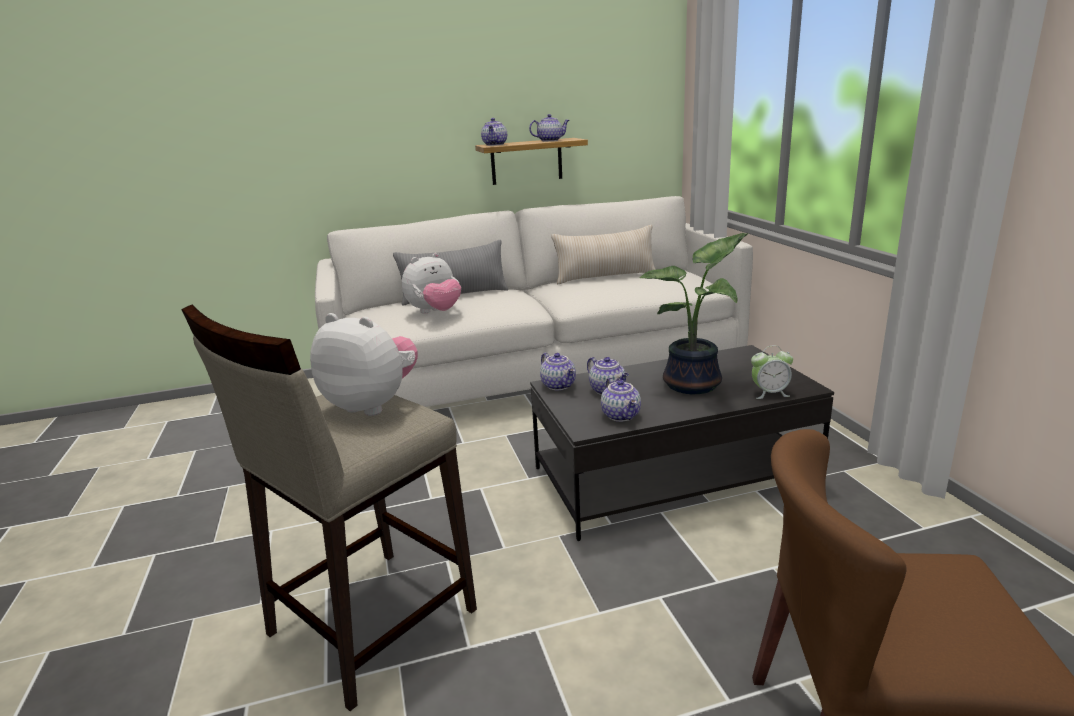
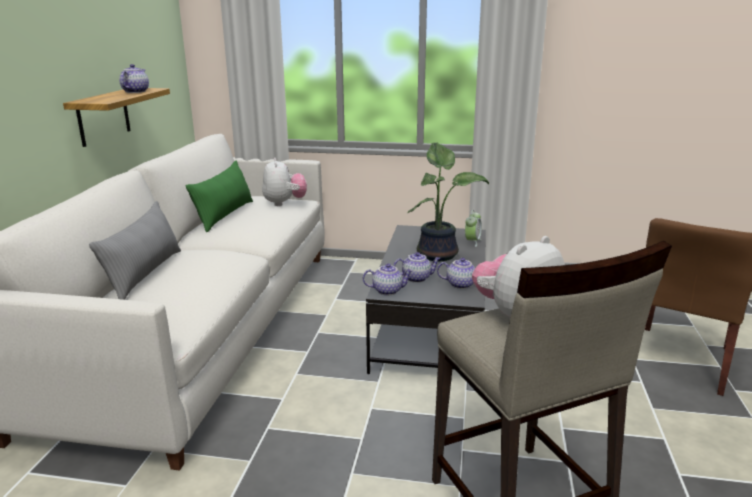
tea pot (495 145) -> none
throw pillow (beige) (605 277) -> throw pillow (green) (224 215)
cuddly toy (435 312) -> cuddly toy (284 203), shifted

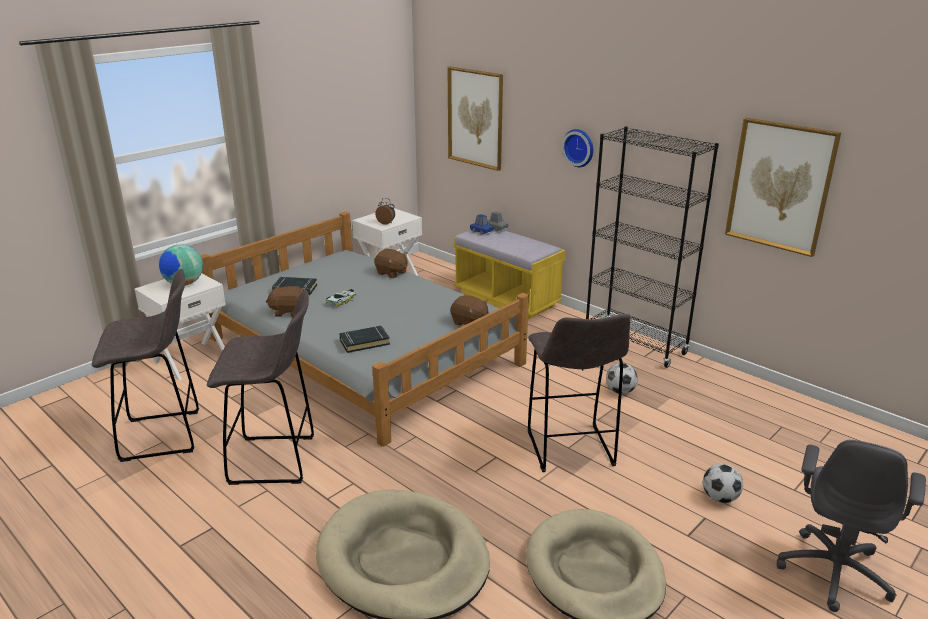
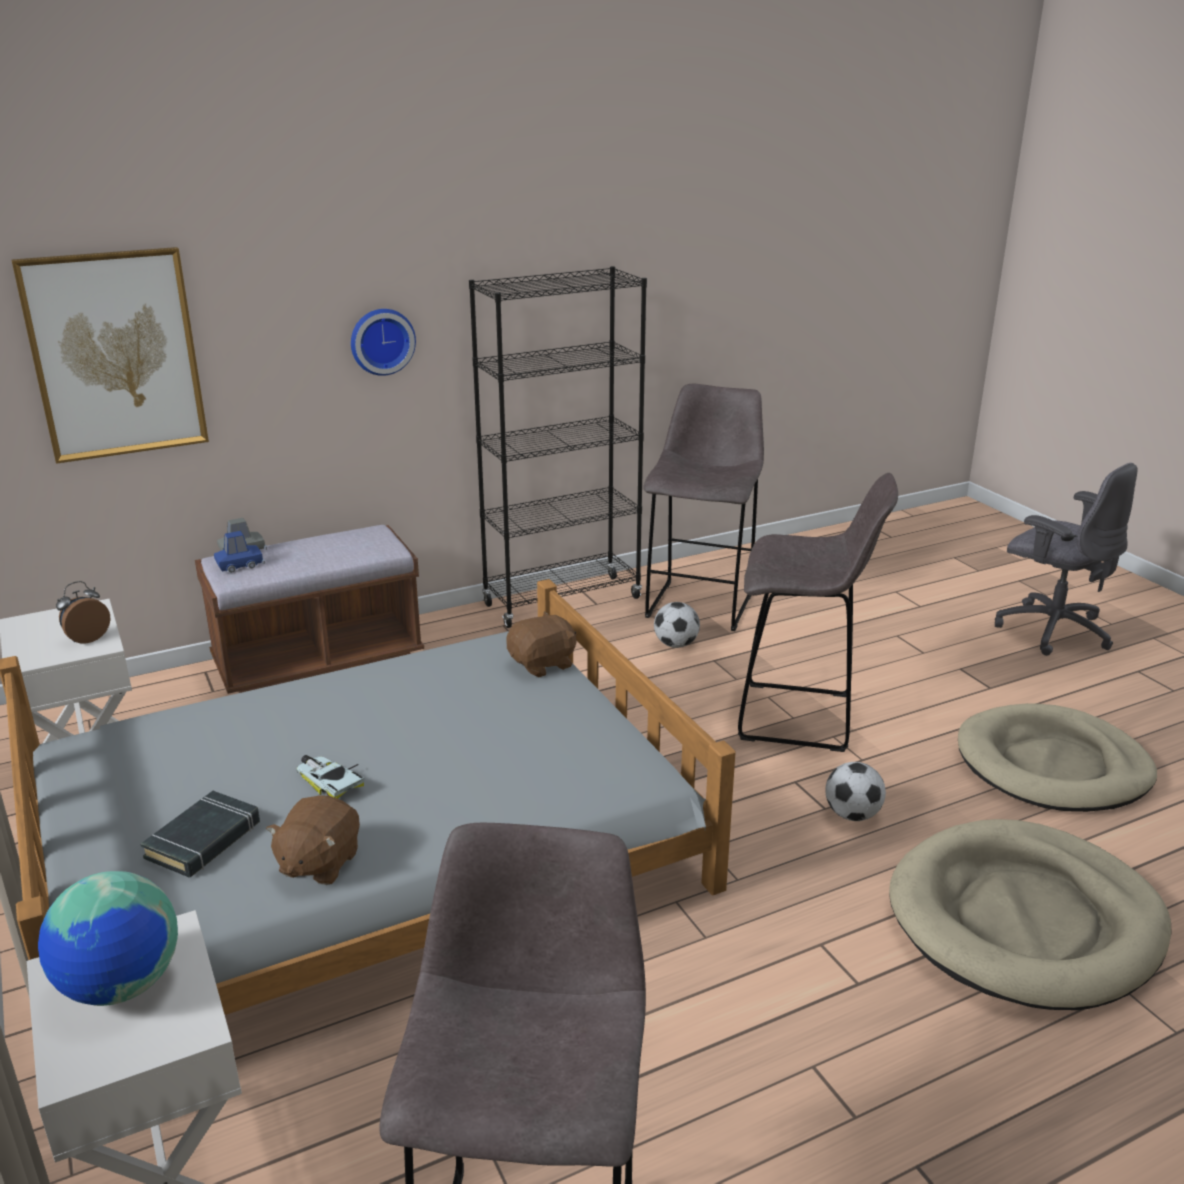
picture (780 186) -> none
bench (yellow) (506 299) -> bench (brown) (318 661)
cuddly toy (brown) (391 273) -> none
stool seat (greyish) (276 460) -> stool seat (greyish) (701 604), shifted
volume (blackish) (364 342) -> none
ball for football (720 498) -> ball for football (852 815), shifted

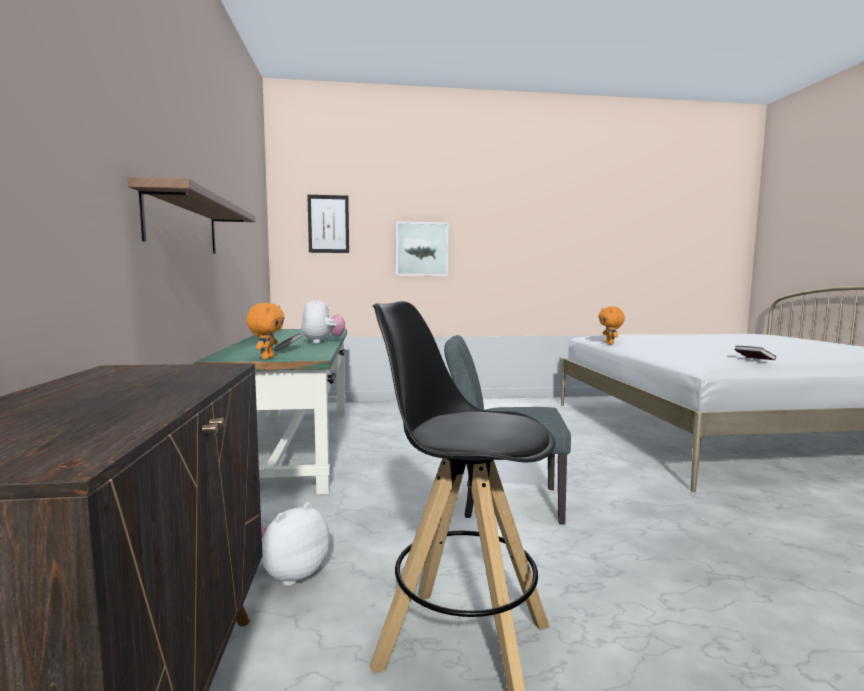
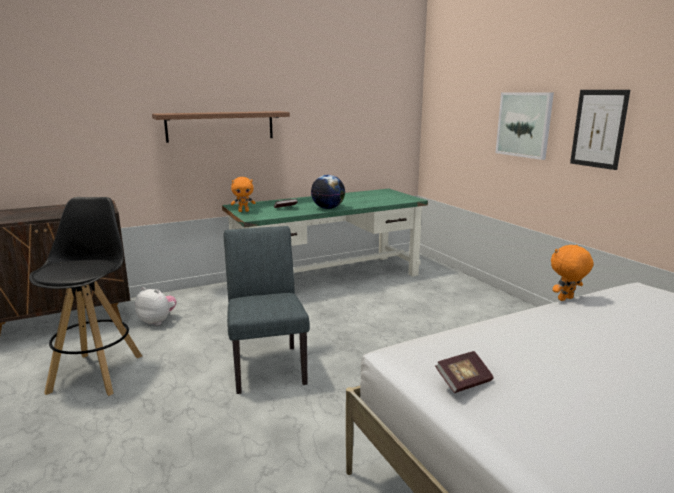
picture (328 224) -> picture (598 129), shifted
cuddly toy (323 342) -> desk globe (328 208)

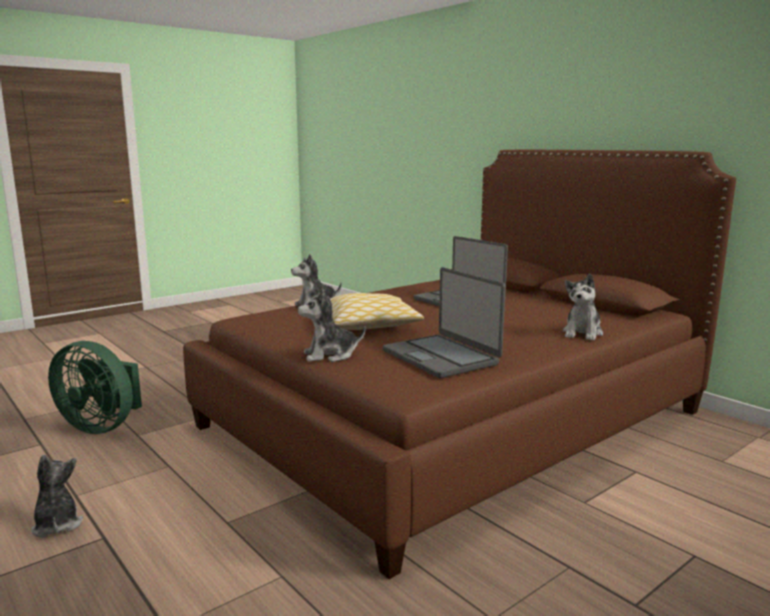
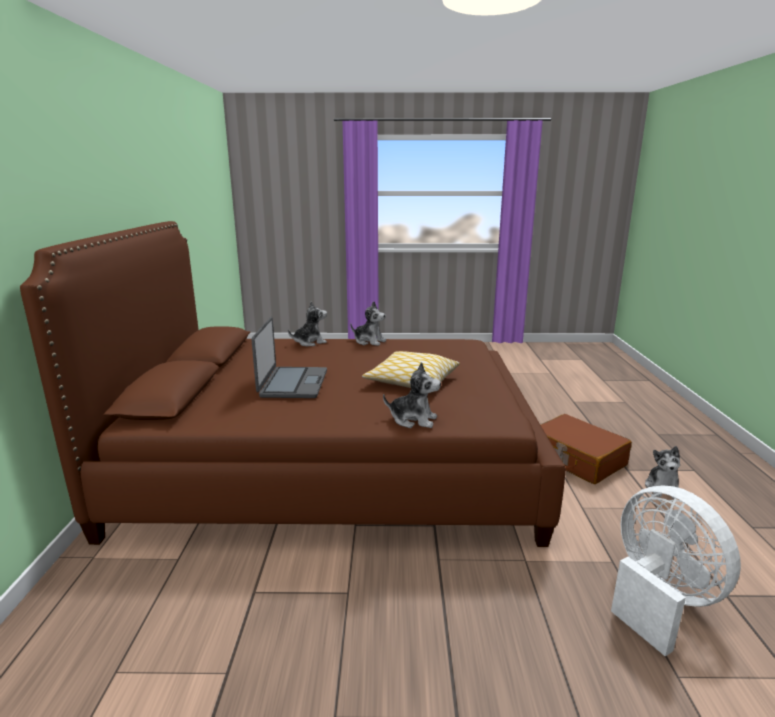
laptop (441 357) -> none
cuddly toy (330 355) -> cuddly toy (369 341), shifted
cooling fan (green) (102 426) -> cooling fan (whitish) (659 599)
none -> travel case (brown) (576 459)

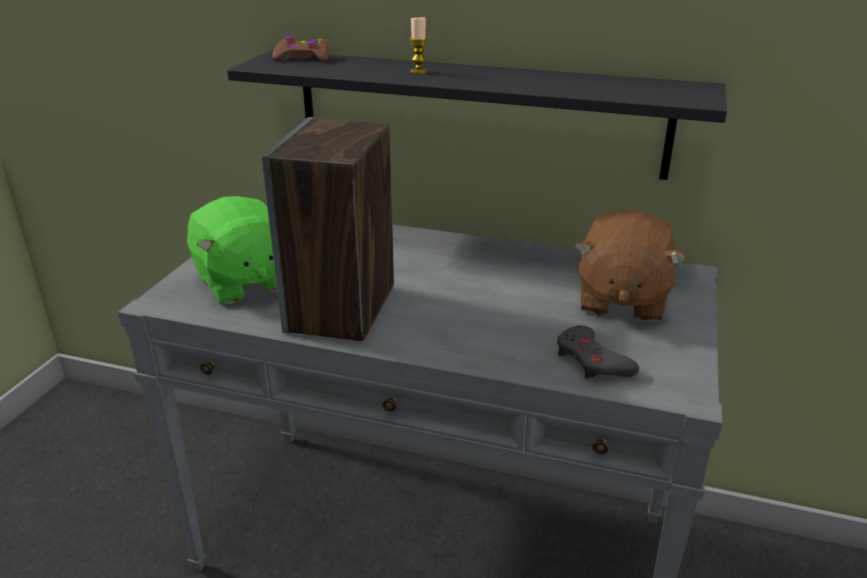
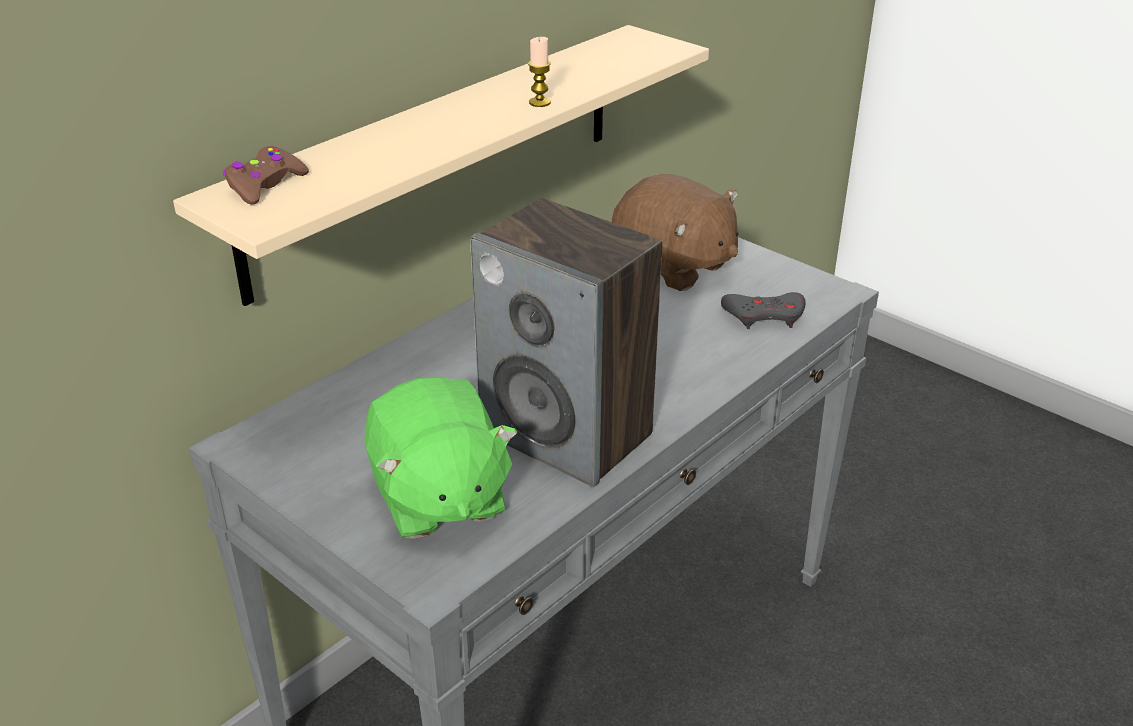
wax light (418 71) -> wax light (539 102), shifted
wall shelf (blackish) (478 113) -> wall shelf (beige) (439 156)
cuddly toy (green) (243 282) -> cuddly toy (green) (438 498), 75 degrees clockwise

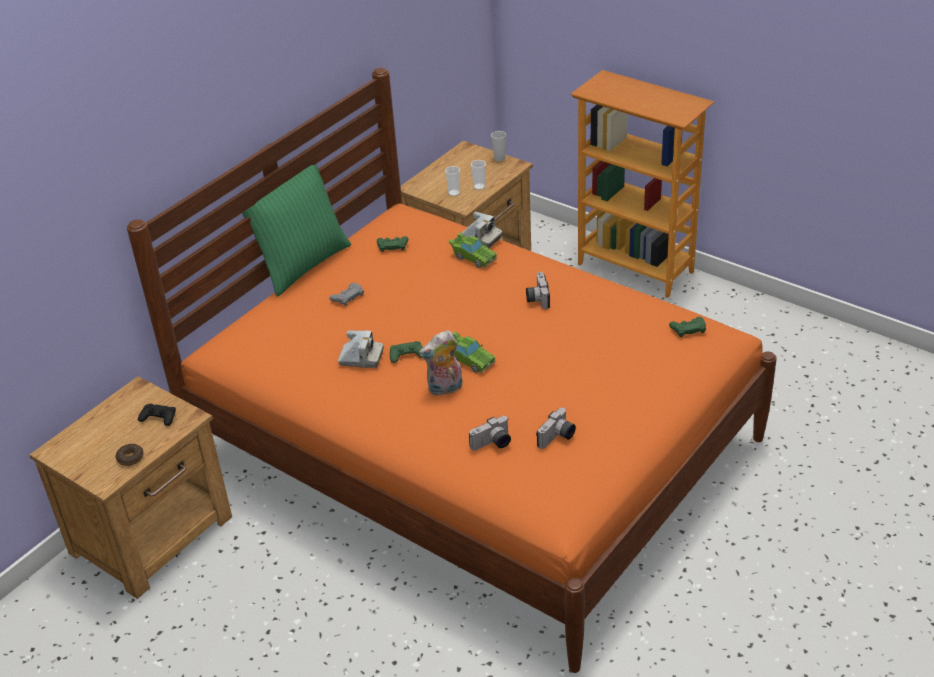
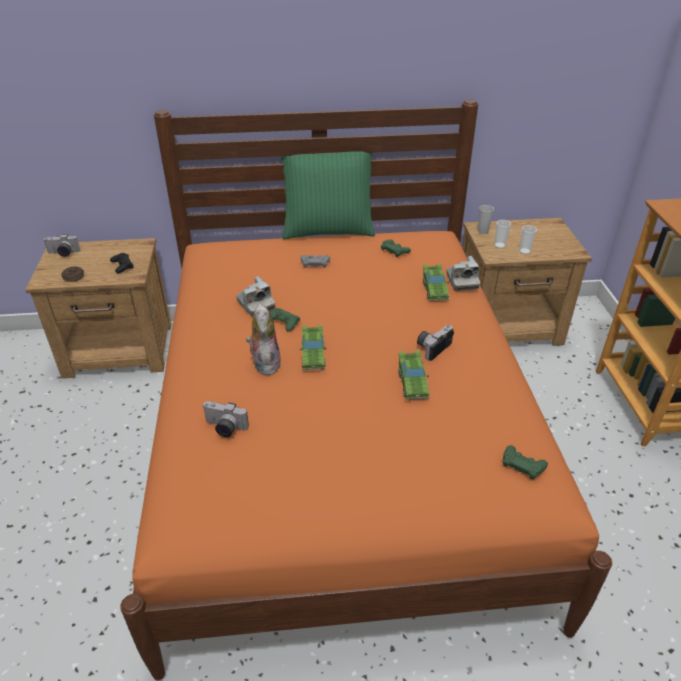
small cup (499 158) -> small cup (483 231), shifted
cuddly toy (445 389) -> cuddly toy (264 363), 60 degrees clockwise
still camera (557 438) -> still camera (63 253), shifted
none -> model car (green) (412 383)

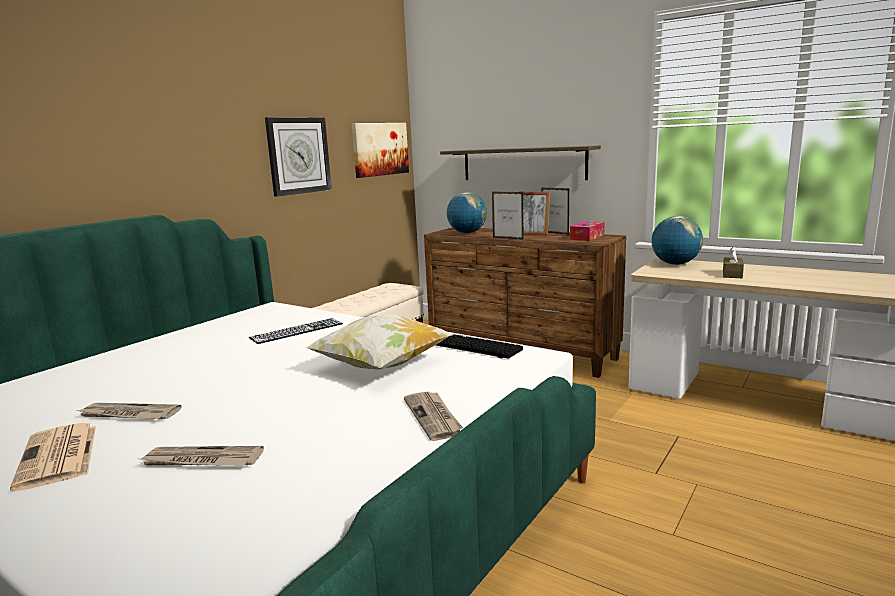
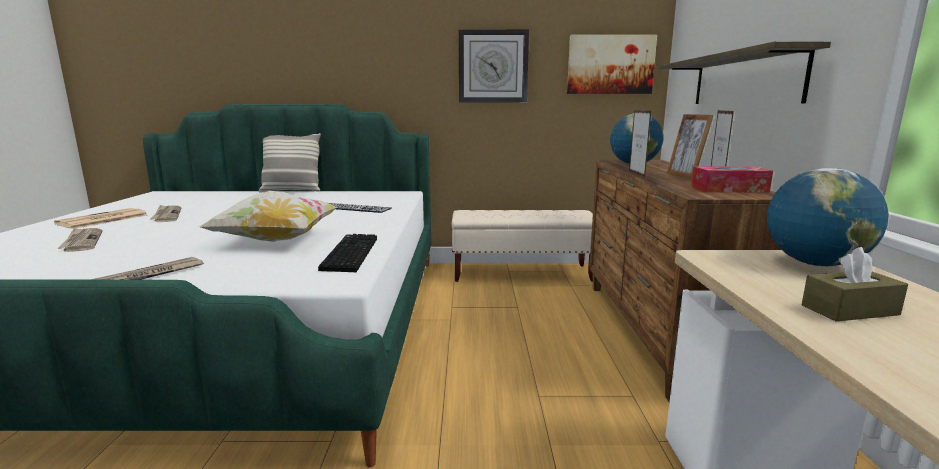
none -> throw pillow (292 191)

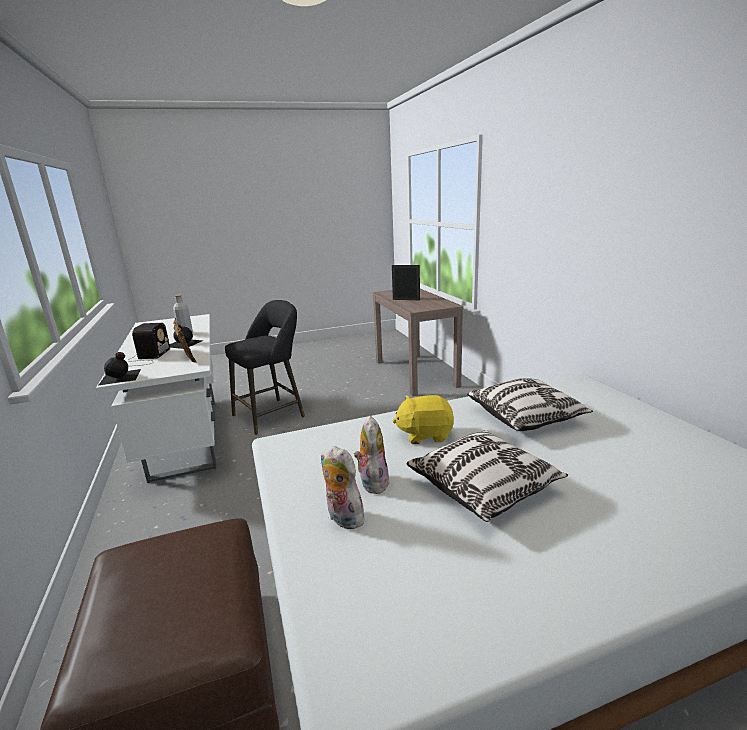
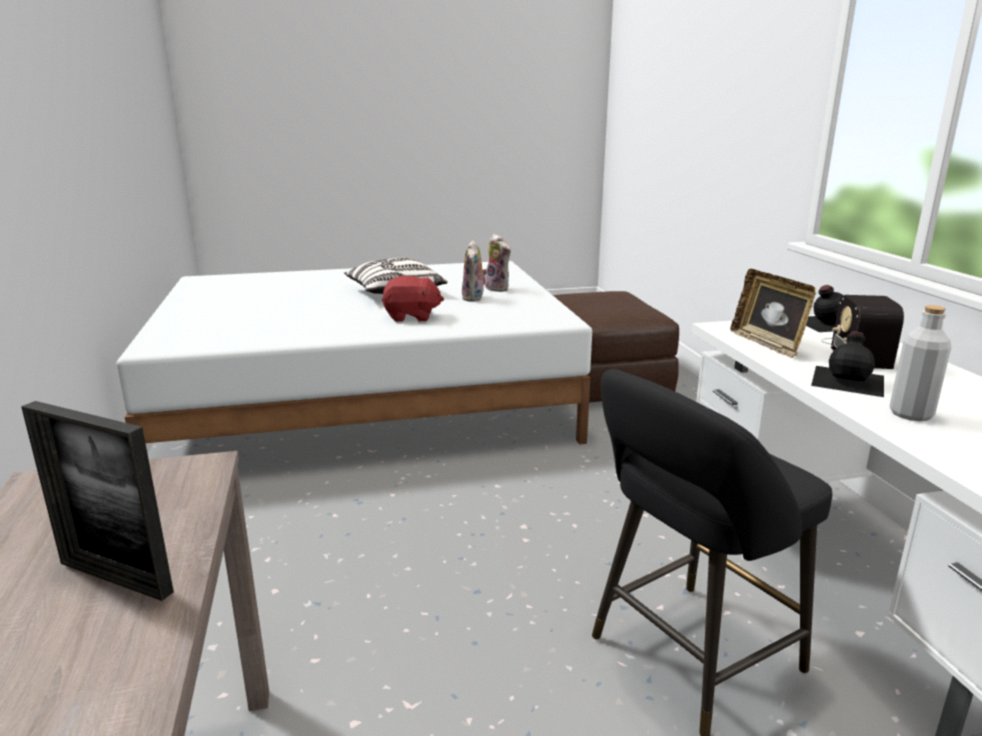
throw pillow (525 417) -> none
cuddly toy (yellow) (424 434) -> cuddly toy (red) (411 317)

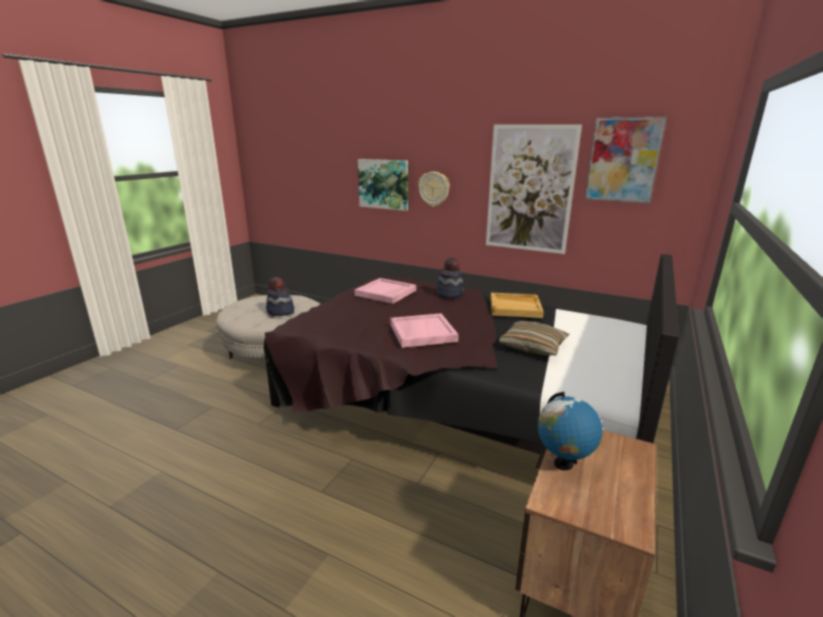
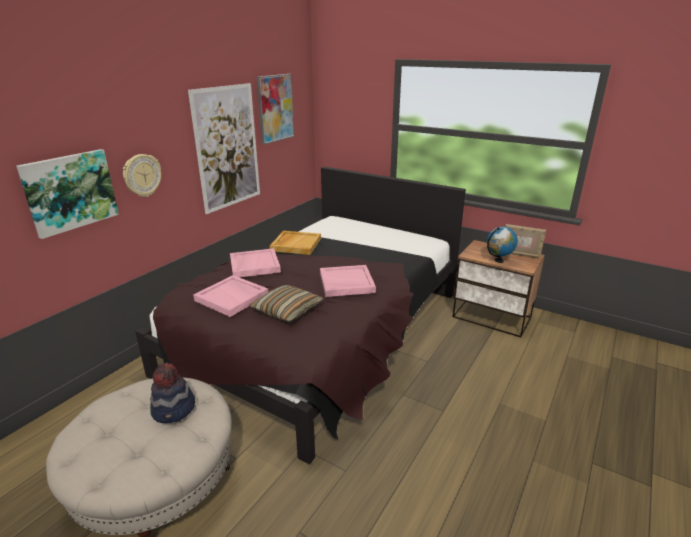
clothing hat (450 294) -> serving tray (pink-coloured) (254 265)
throw pillow (532 346) -> throw pillow (287 310), shifted
none -> standing frame (520 254)

